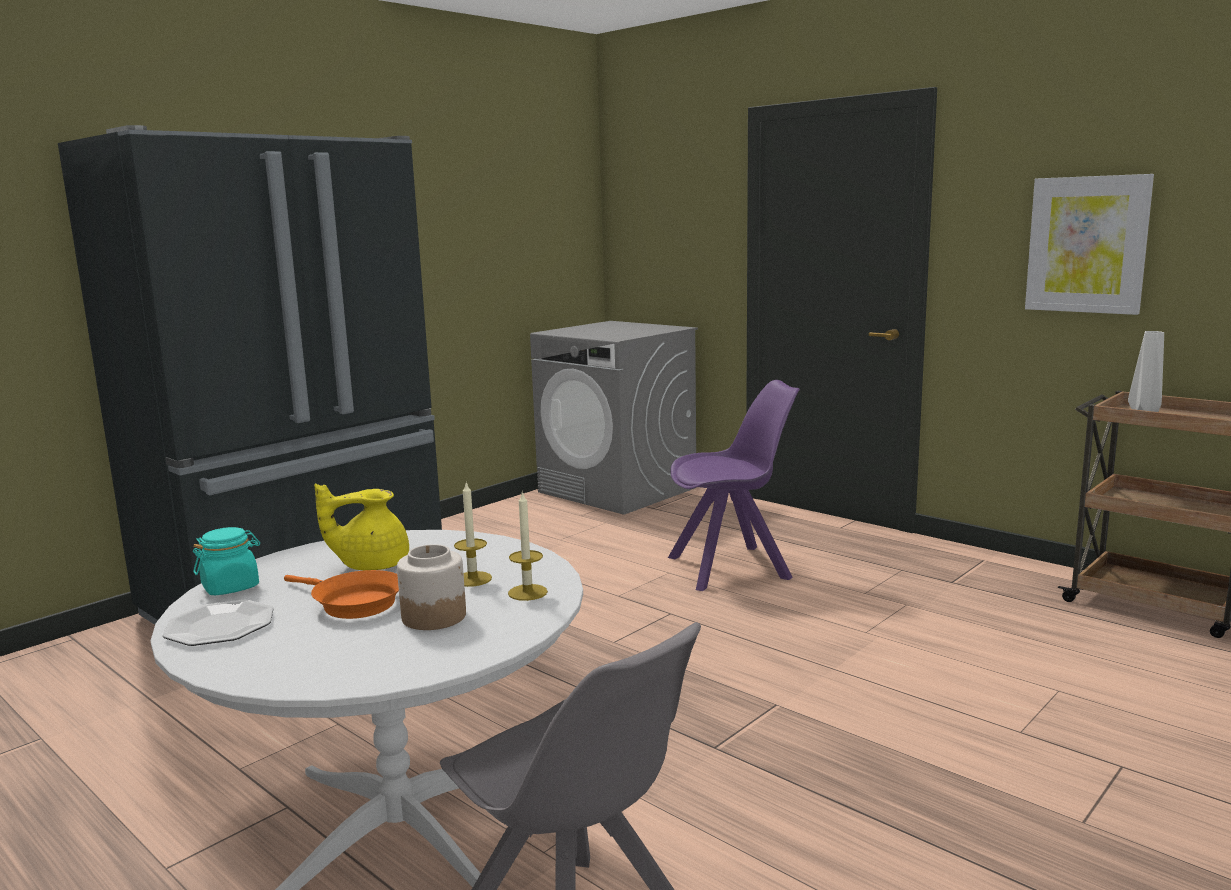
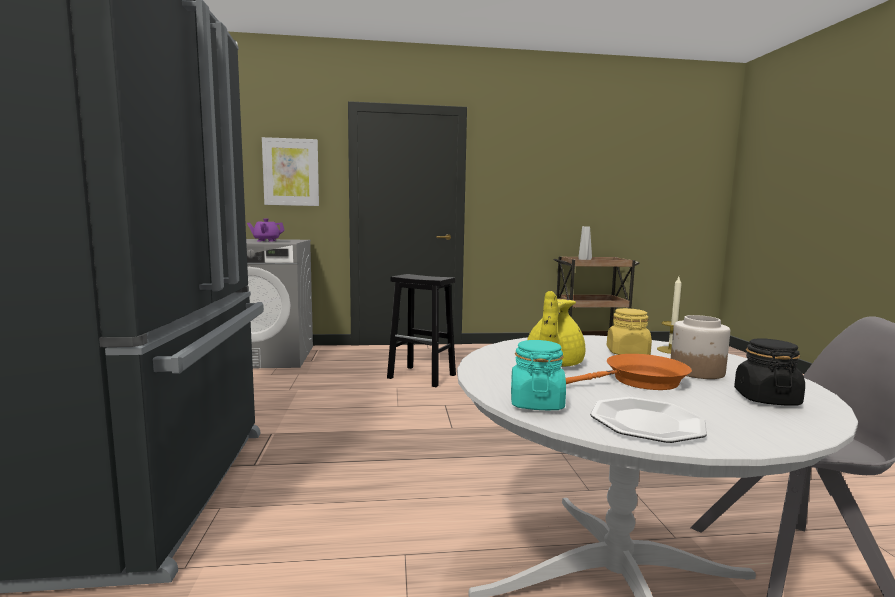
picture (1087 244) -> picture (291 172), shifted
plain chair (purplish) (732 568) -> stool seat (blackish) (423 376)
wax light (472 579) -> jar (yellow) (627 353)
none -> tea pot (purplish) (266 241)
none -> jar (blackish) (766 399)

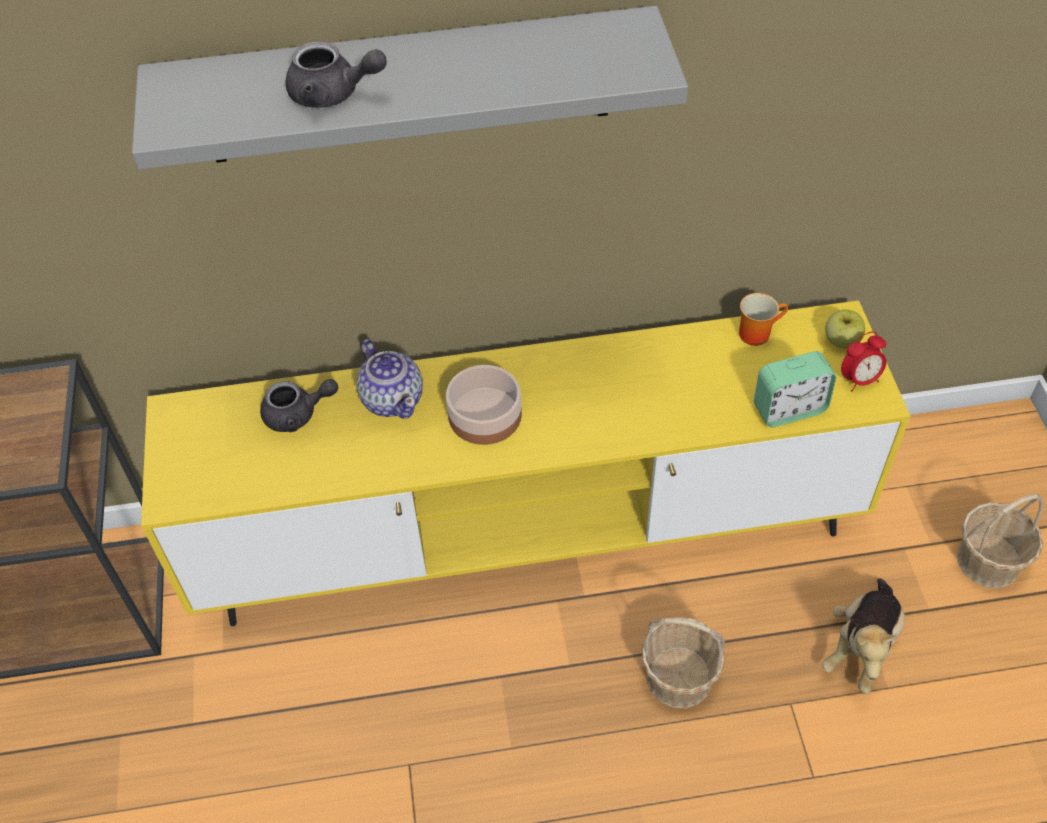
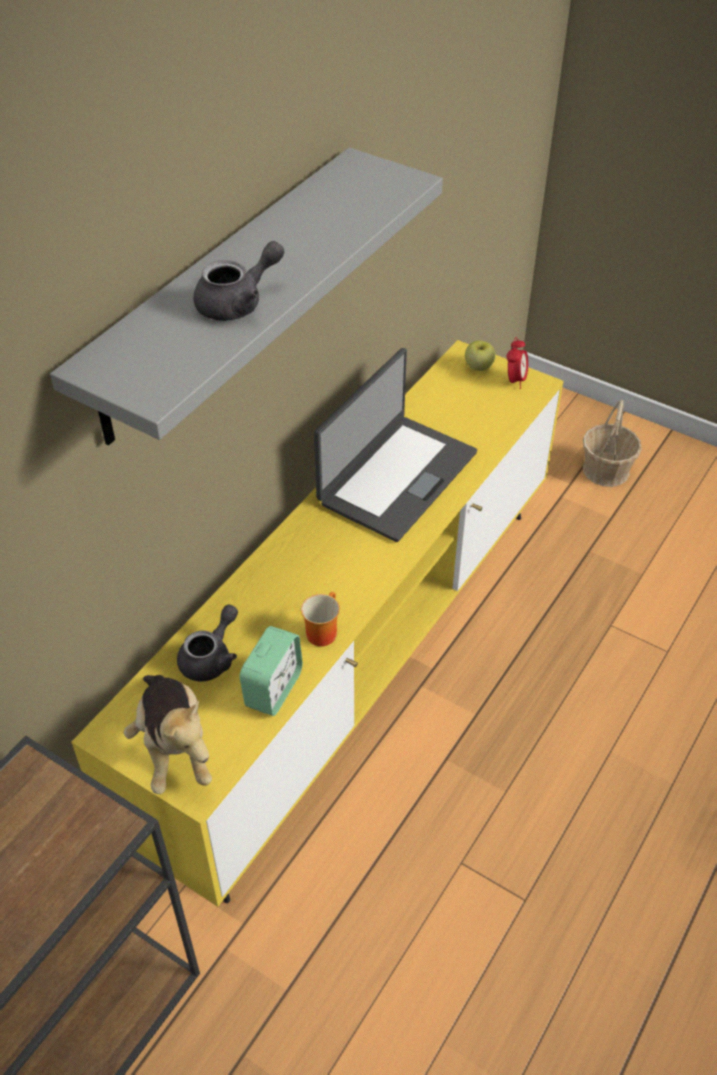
coffee mug (756 331) -> coffee mug (320 630), shifted
tea pot (392 398) -> none
table clock (789 409) -> table clock (273 689), shifted
deep dish (484 416) -> none
cuddly toy (861 646) -> cuddly toy (174 747), shifted
basket (679 678) -> none
none -> laptop (396 477)

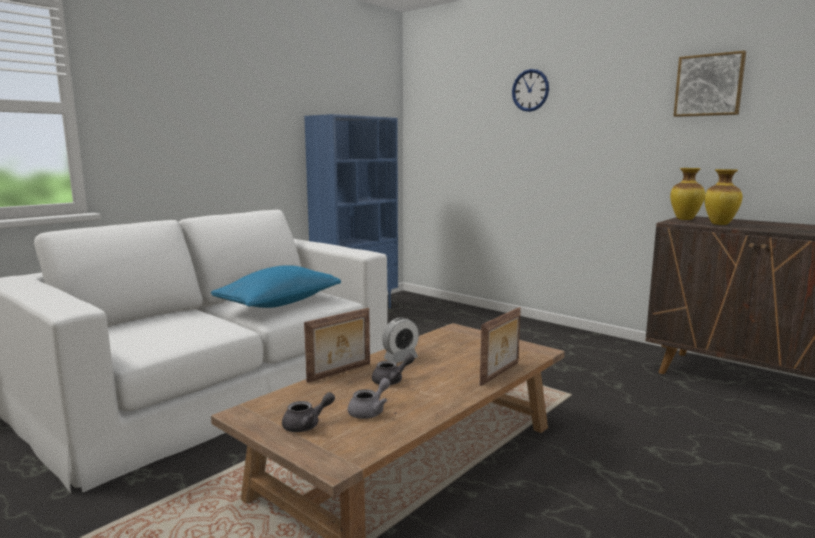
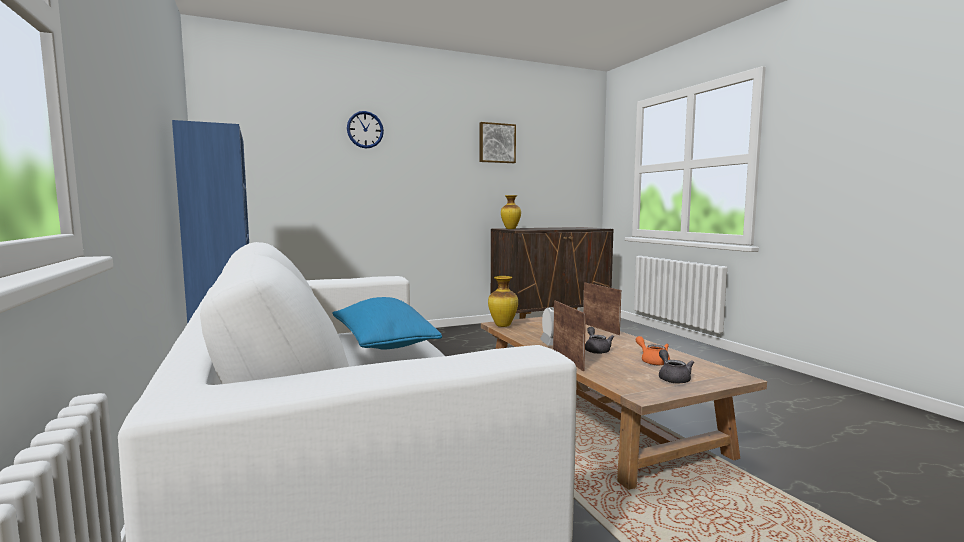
flower vase (719 224) -> flower vase (502 326), shifted
tea pot (greyish) (370 411) -> tea pot (orange-coloured) (652 361)

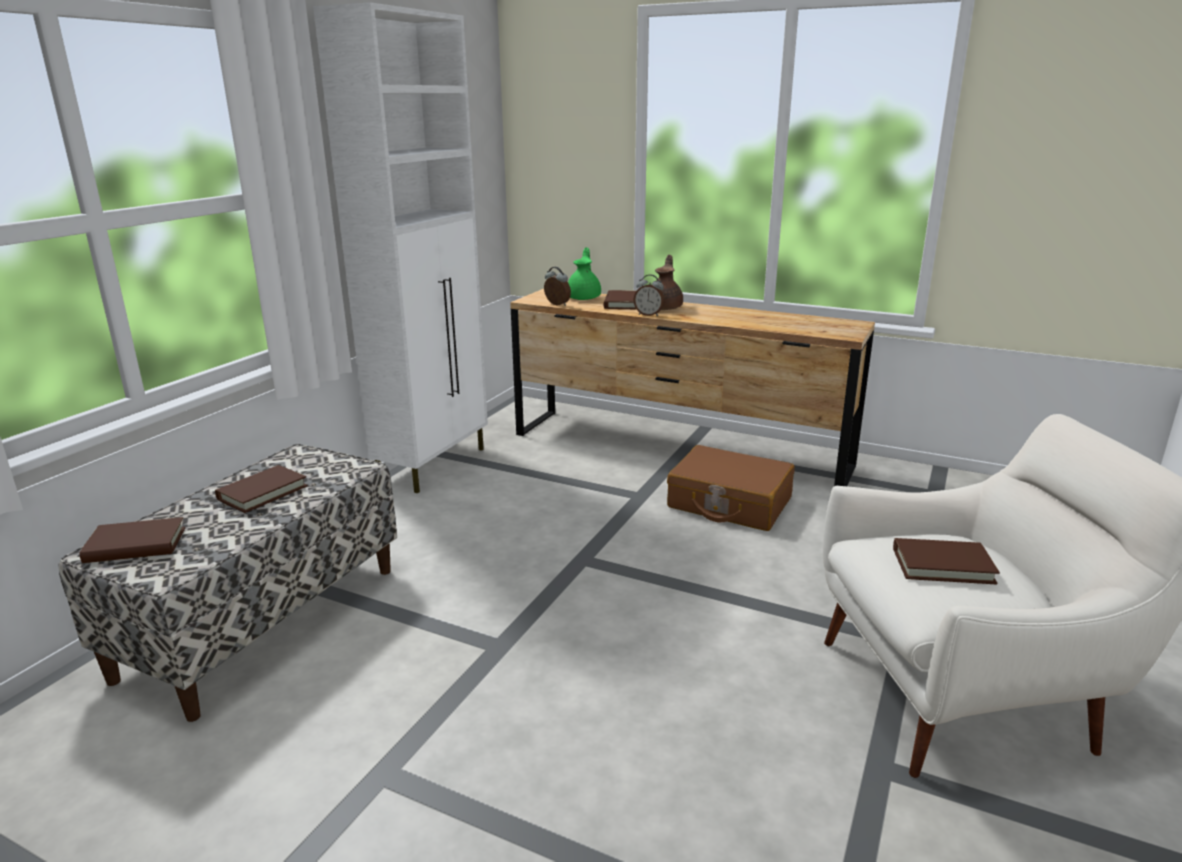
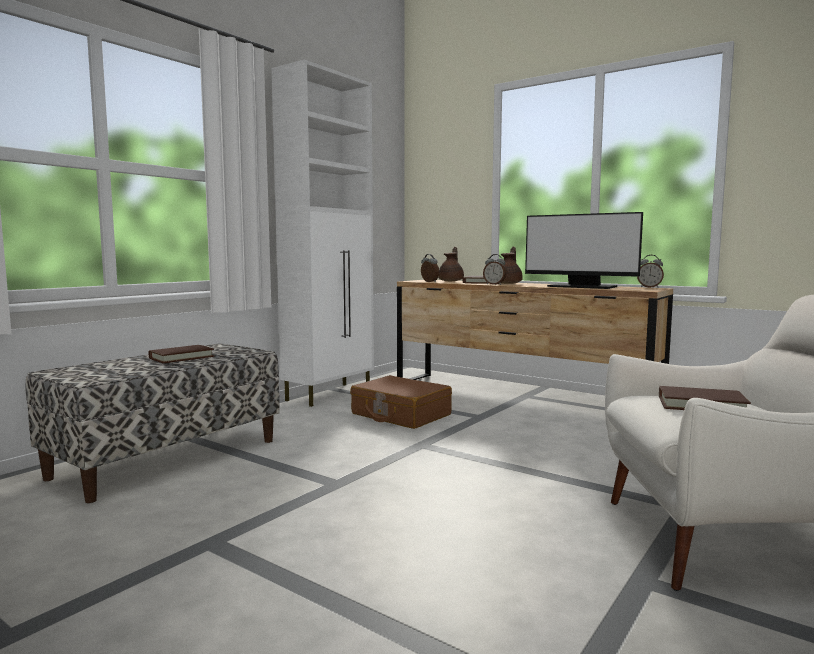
tea pot (green) (584 298) -> tea pot (brown) (451 281)
travel case (brown) (729 503) -> travel case (brown) (400 415), shifted
volume (brown) (135 545) -> none
none -> monitor (581 286)
none -> table clock (649 287)

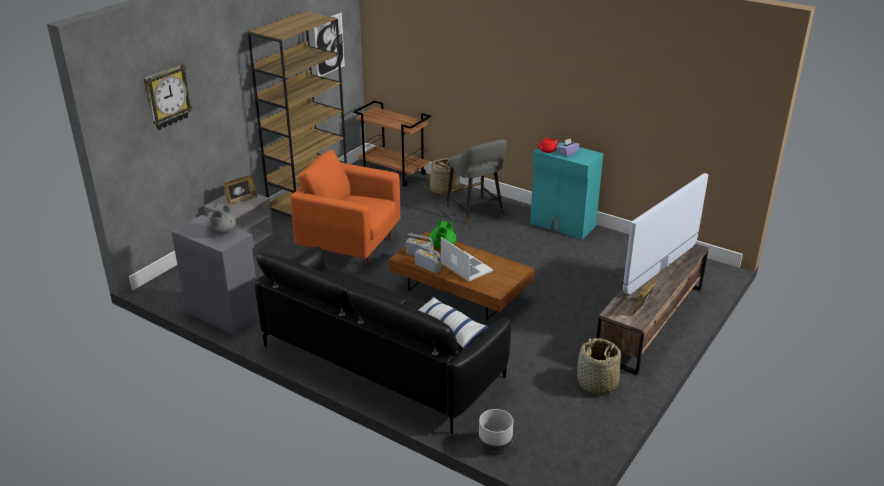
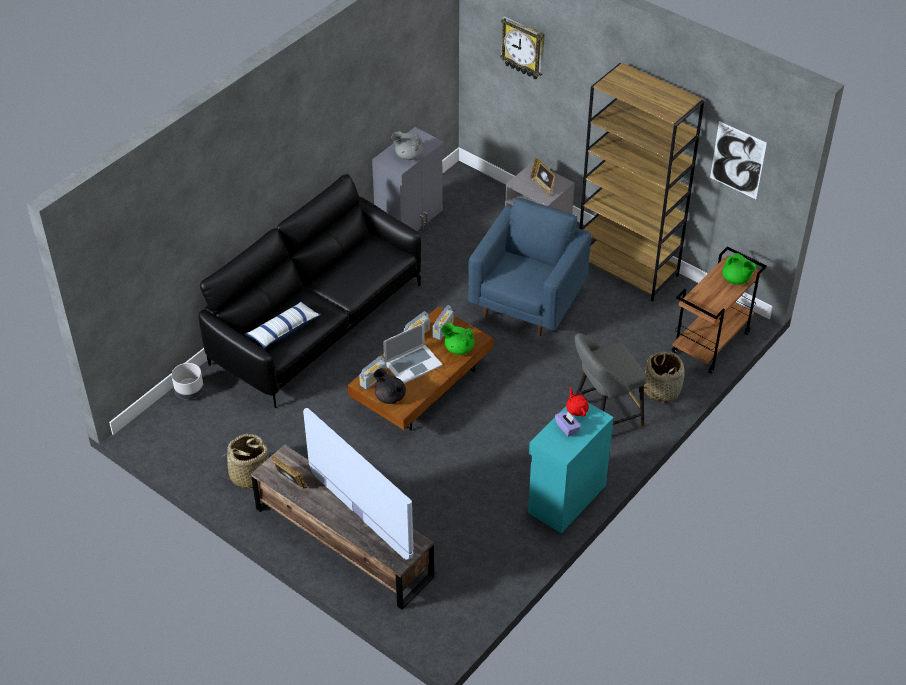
armchair (orange-coloured) (350 246) -> armchair (blue) (527 303)
none -> tea pot (green) (736 280)
none -> radio receiver (373 379)
none -> tea pot (blackish) (390 396)

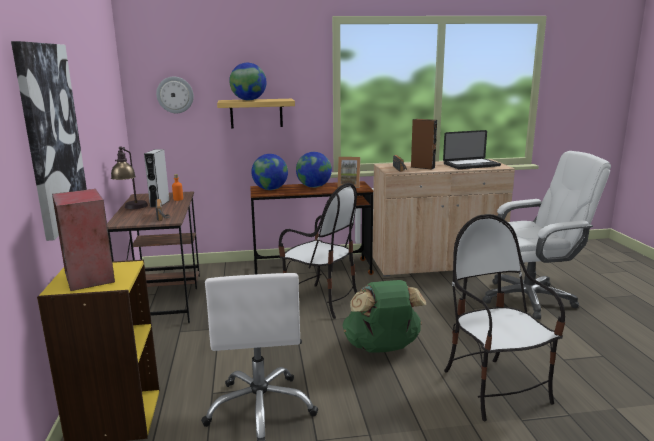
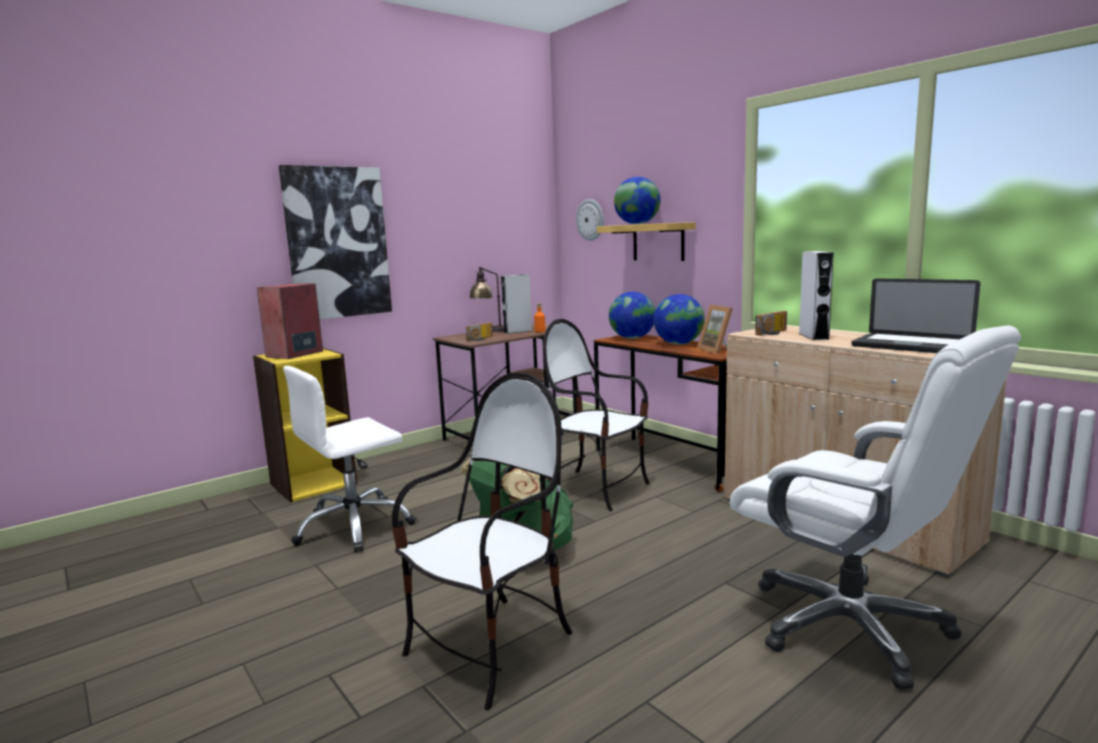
loudspeaker (brown) (422 167) -> loudspeaker (whitish) (813 336)
plain chair (321 302) -> plain chair (597 488), 120 degrees clockwise

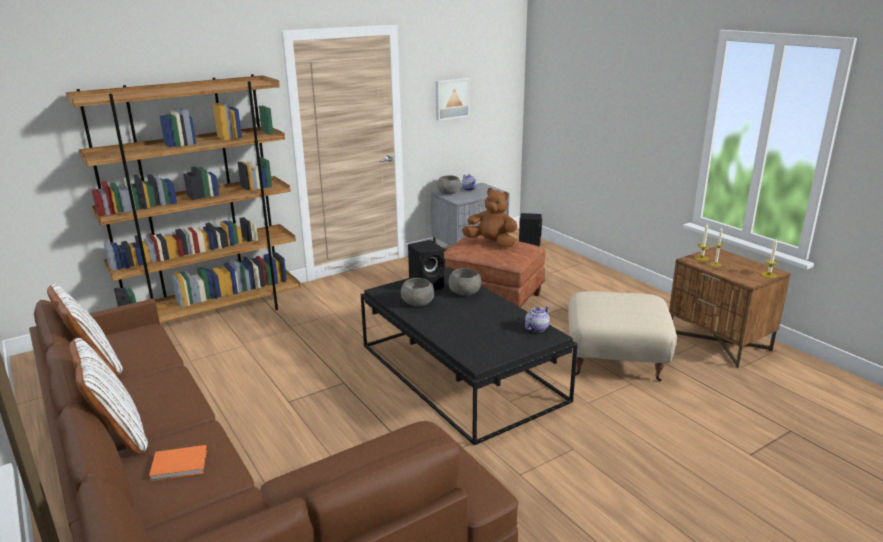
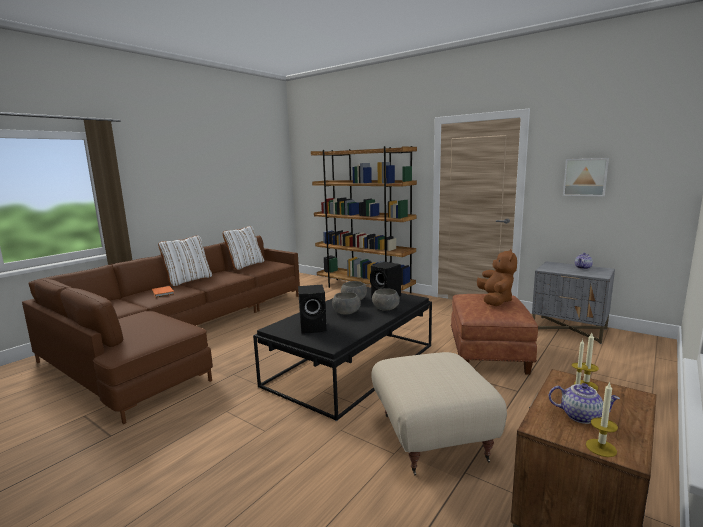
deep dish (greyish) (449 193) -> deep dish (greyish) (346 312), shifted
loudspeaker (blackish) (529 244) -> loudspeaker (blackish) (314 327), shifted
tea pot (536 328) -> tea pot (581 416), shifted

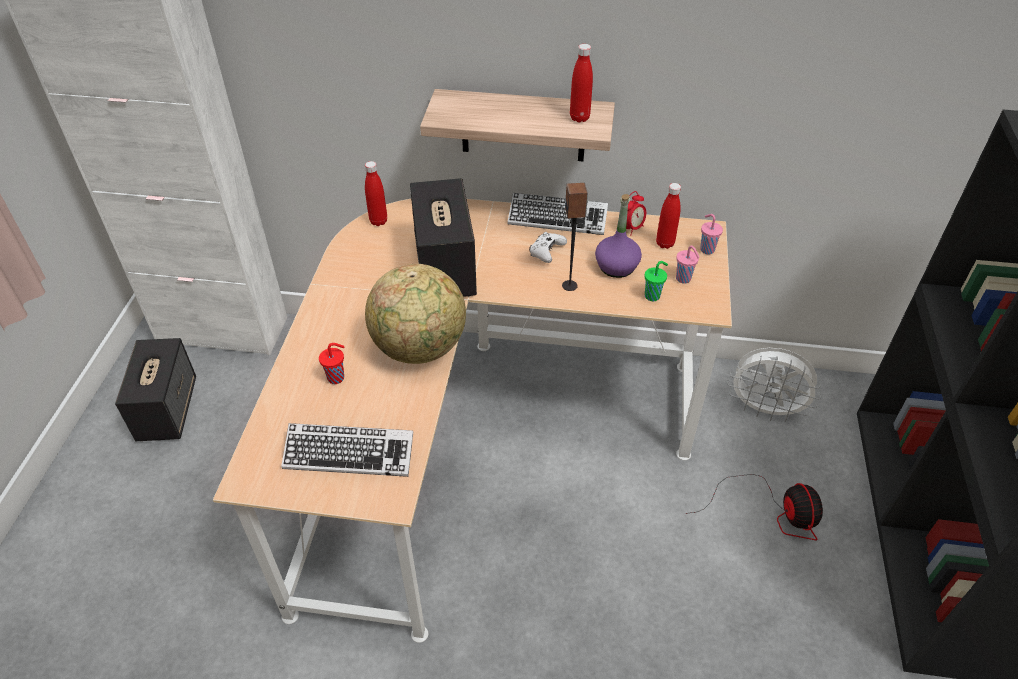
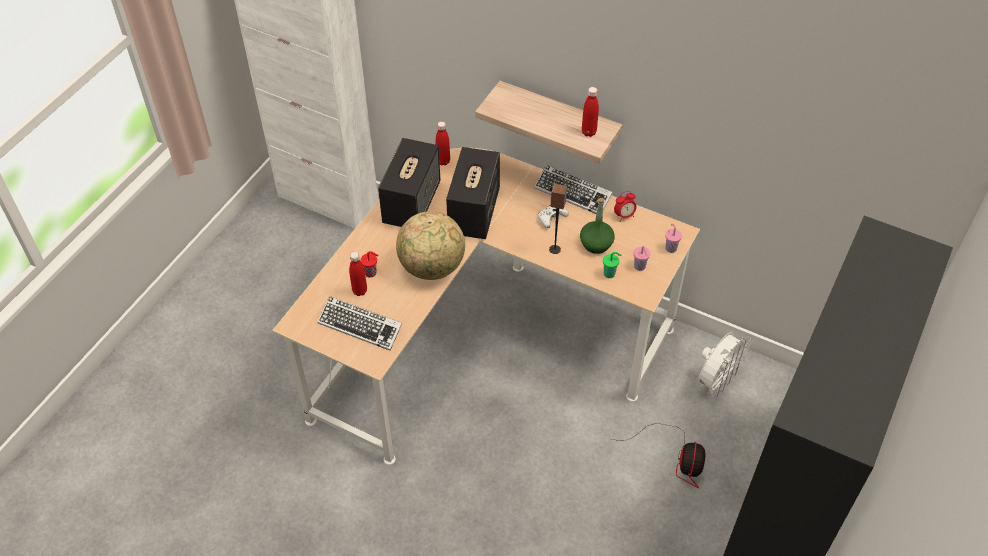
bottle (red) (665 243) -> bottle (red) (360 291), shifted
bottle (purplish) (616 267) -> bottle (green) (596 244)
loudspeaker (167 409) -> loudspeaker (412 202), shifted
cooling fan (whitish) (765 409) -> cooling fan (whitish) (716 382), 90 degrees counterclockwise

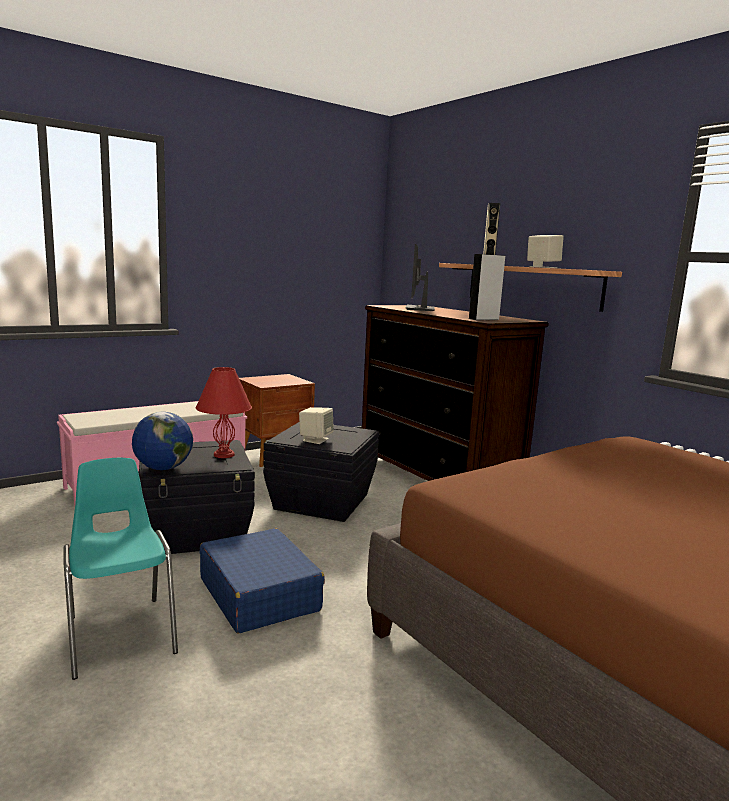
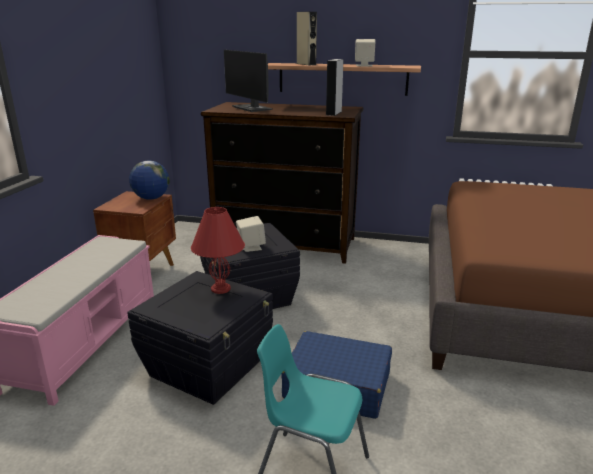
desk globe (163 468) -> desk globe (151 198), shifted

